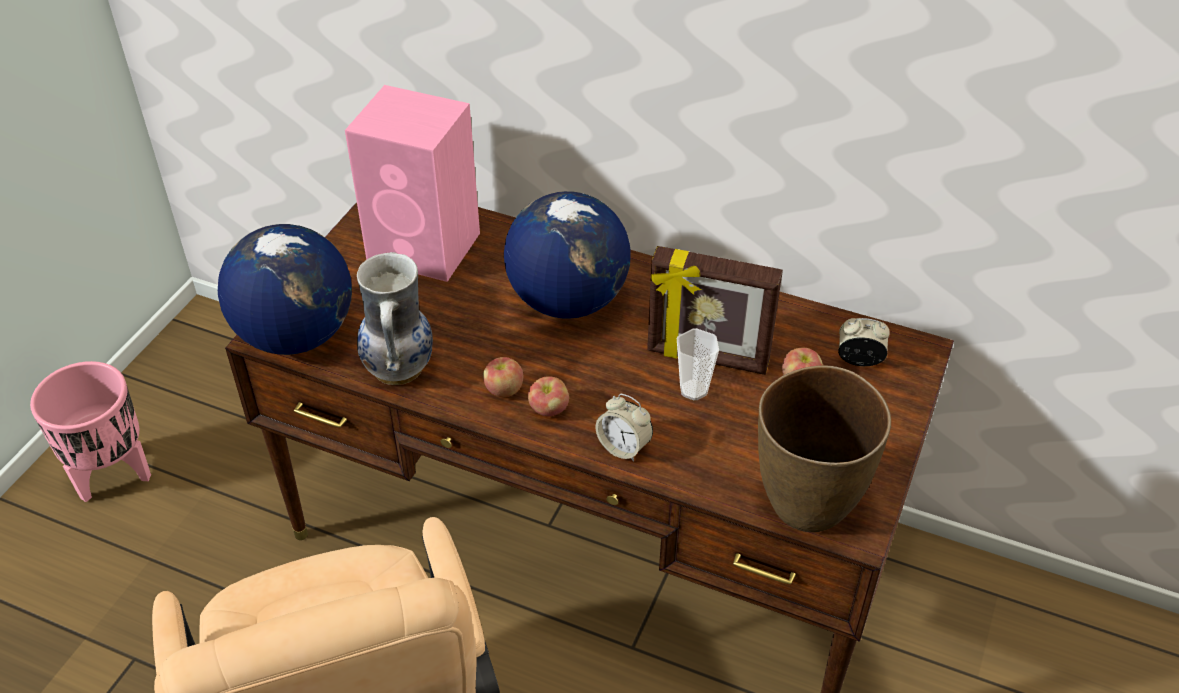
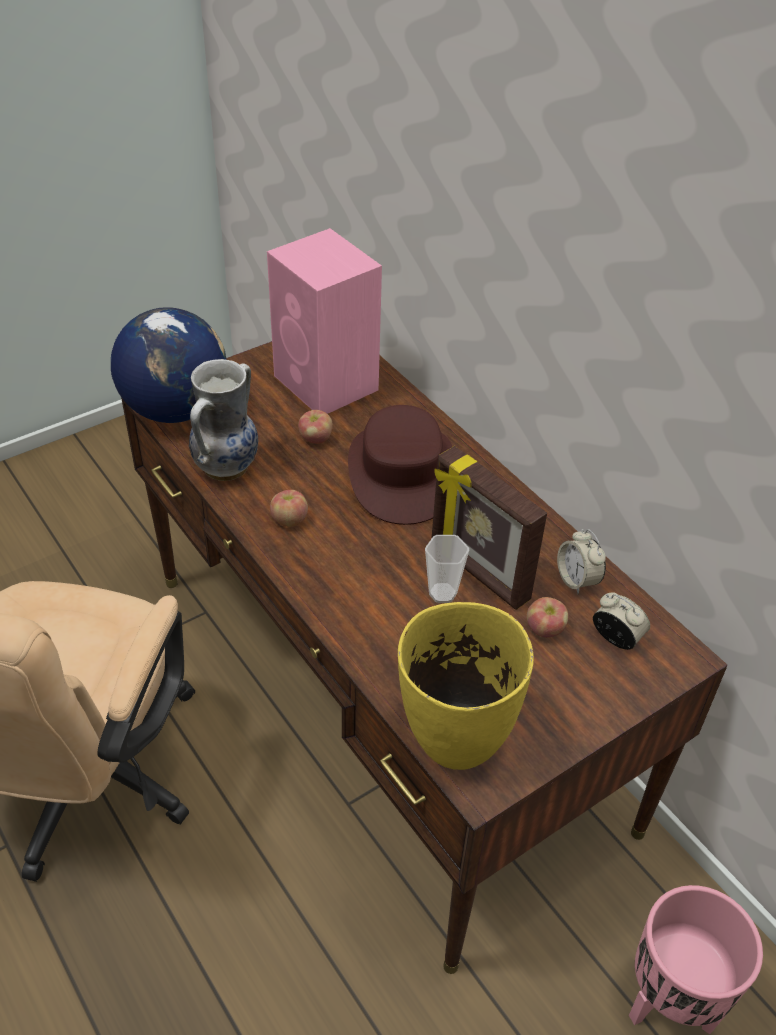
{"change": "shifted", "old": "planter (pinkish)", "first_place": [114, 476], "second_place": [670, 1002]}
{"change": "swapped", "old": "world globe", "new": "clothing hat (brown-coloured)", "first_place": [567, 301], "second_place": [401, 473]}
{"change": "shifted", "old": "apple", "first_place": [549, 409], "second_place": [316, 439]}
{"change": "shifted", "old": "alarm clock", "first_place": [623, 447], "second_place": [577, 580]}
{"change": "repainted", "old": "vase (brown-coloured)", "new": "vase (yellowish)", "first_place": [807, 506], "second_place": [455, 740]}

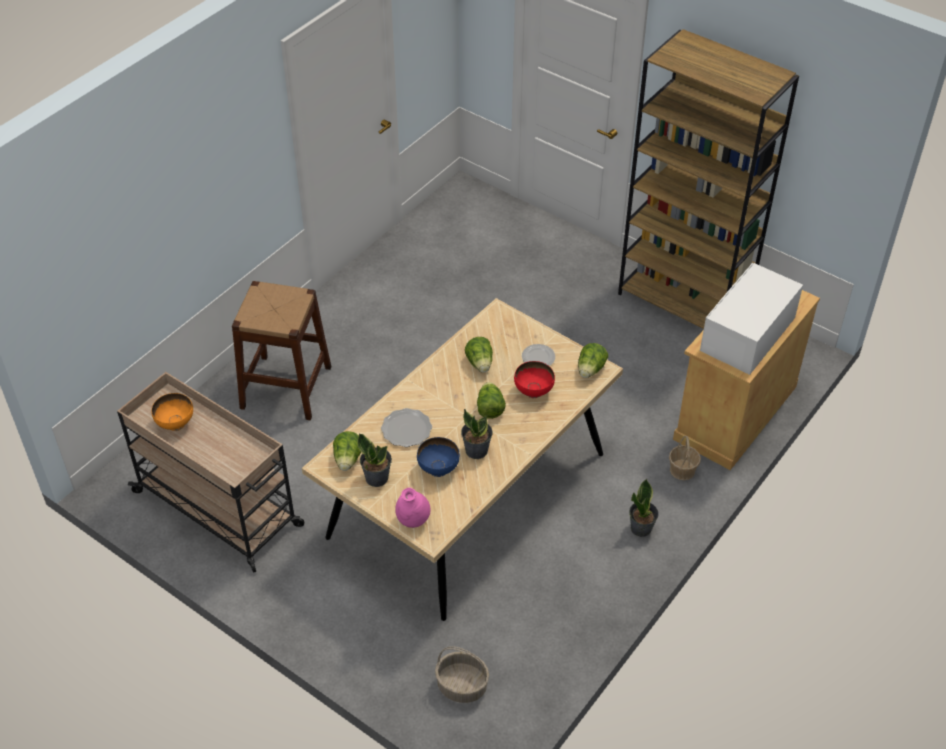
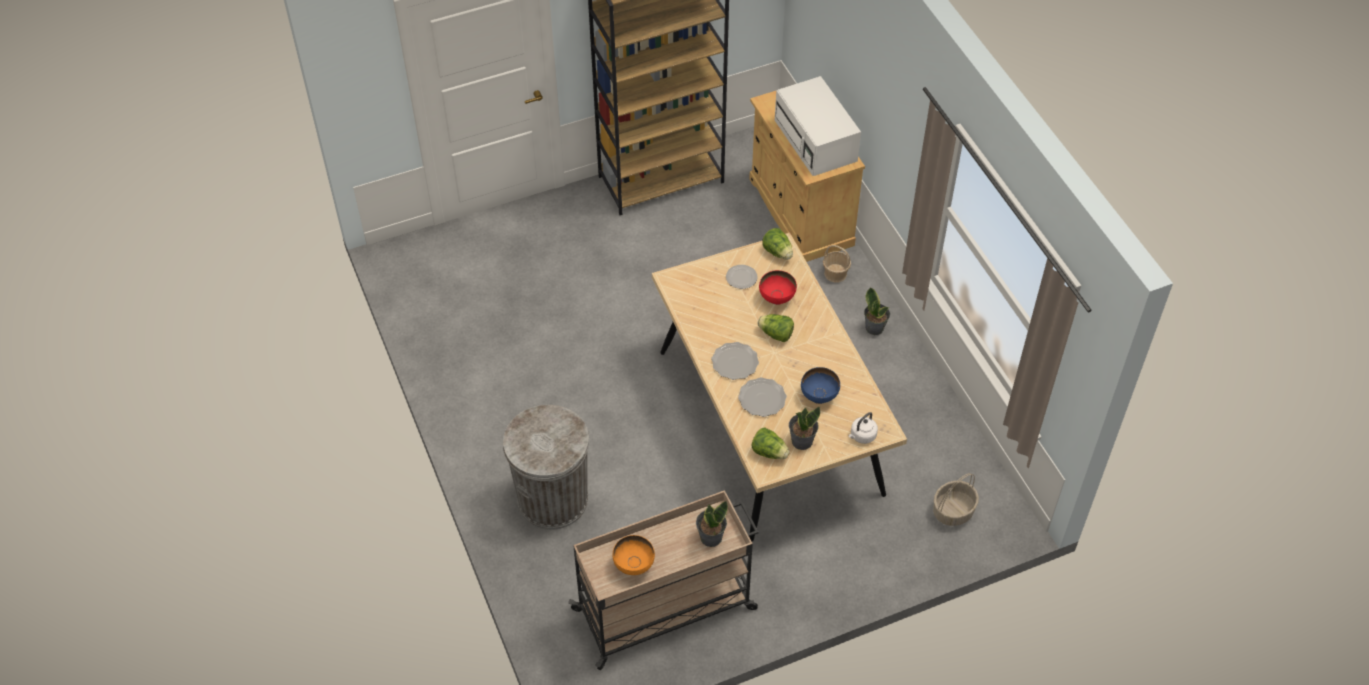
{"change": "swapped", "old": "stool (brown-coloured)", "new": "waste bin (gray)", "first_place": [286, 387], "second_place": [552, 499]}
{"change": "swapped", "old": "vase (pinkish)", "new": "water kettle (white)", "first_place": [413, 520], "second_place": [862, 436]}
{"change": "shifted", "old": "potted plant", "first_place": [476, 450], "second_place": [710, 537]}
{"change": "gone", "old": "lettuce head", "first_place": [480, 363]}
{"change": "new", "new": "plate", "second_place": [735, 362]}

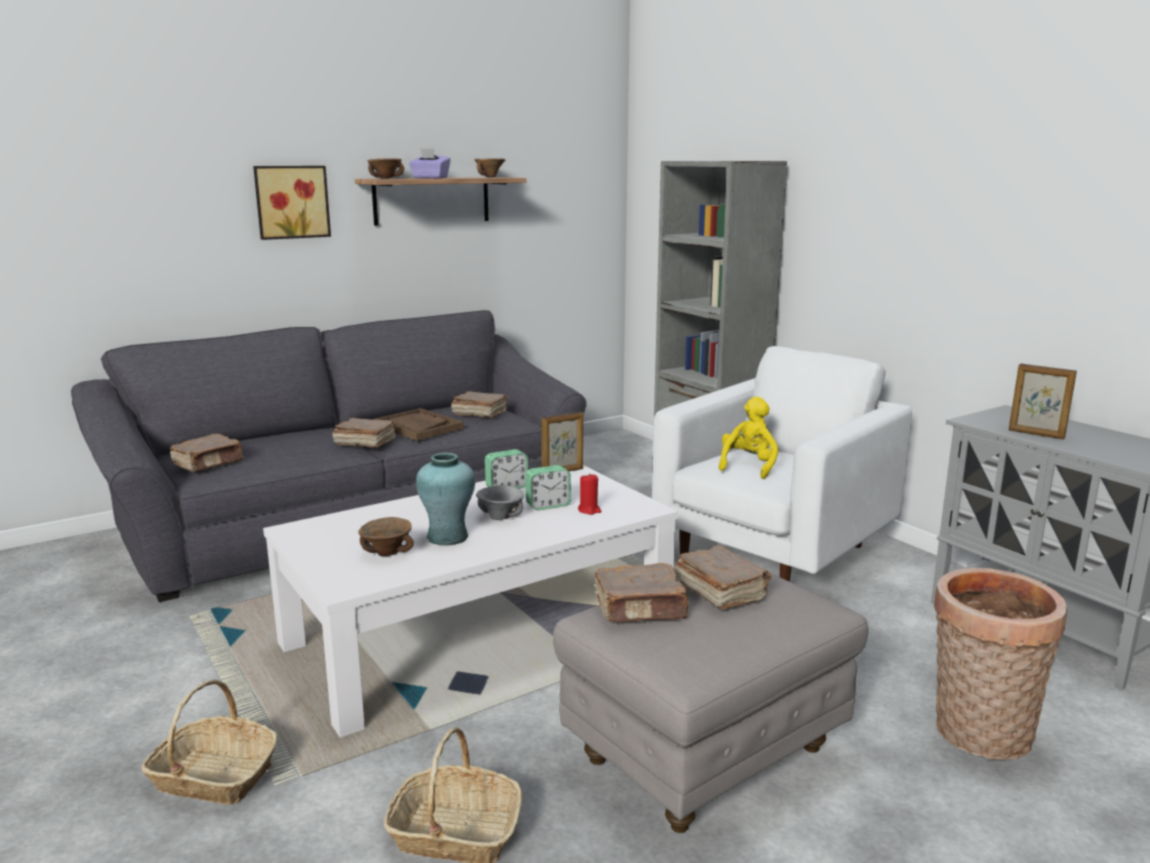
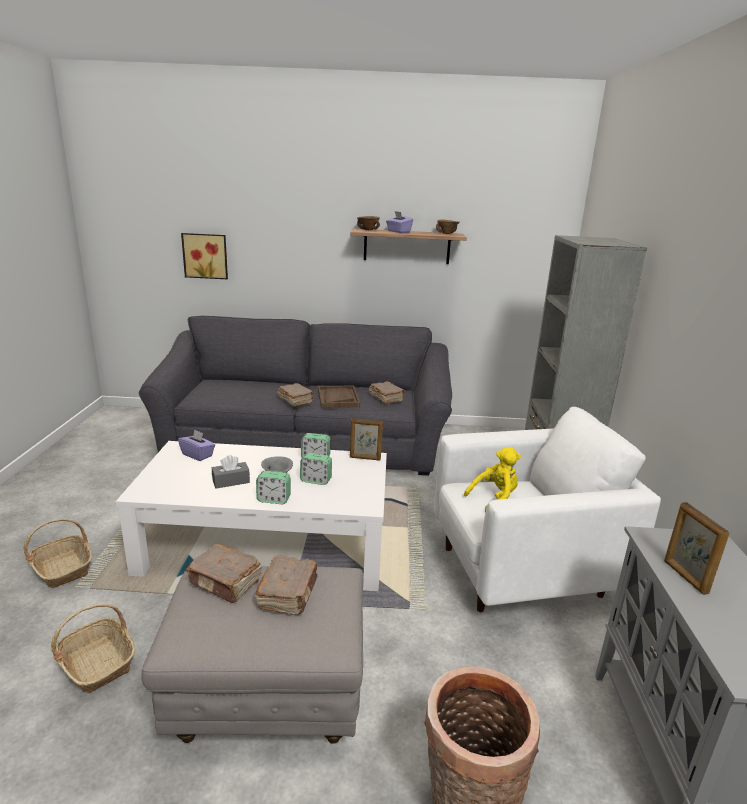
{"change": "gone", "old": "bound book (brown-coloured)", "first_place": [209, 464]}
{"change": "shifted", "old": "picture", "first_place": [291, 202], "second_place": [205, 255]}
{"change": "gone", "old": "deep dish (brown-coloured)", "first_place": [388, 553]}
{"change": "swapped", "old": "vase (turquoise)", "new": "tissue holder (gray)", "first_place": [447, 537], "second_place": [231, 481]}
{"change": "gone", "old": "candle (red-coloured)", "first_place": [589, 510]}
{"change": "new", "new": "tissue holder (purple-coloured)", "second_place": [197, 455]}
{"change": "new", "new": "alarm clock", "second_place": [273, 499]}

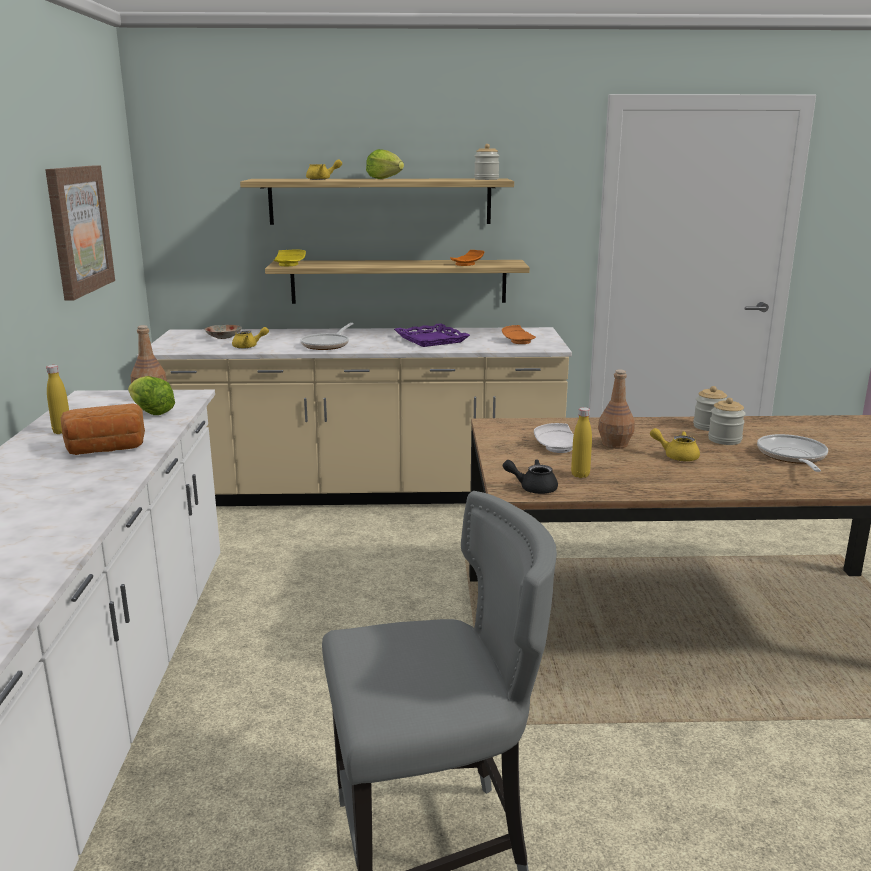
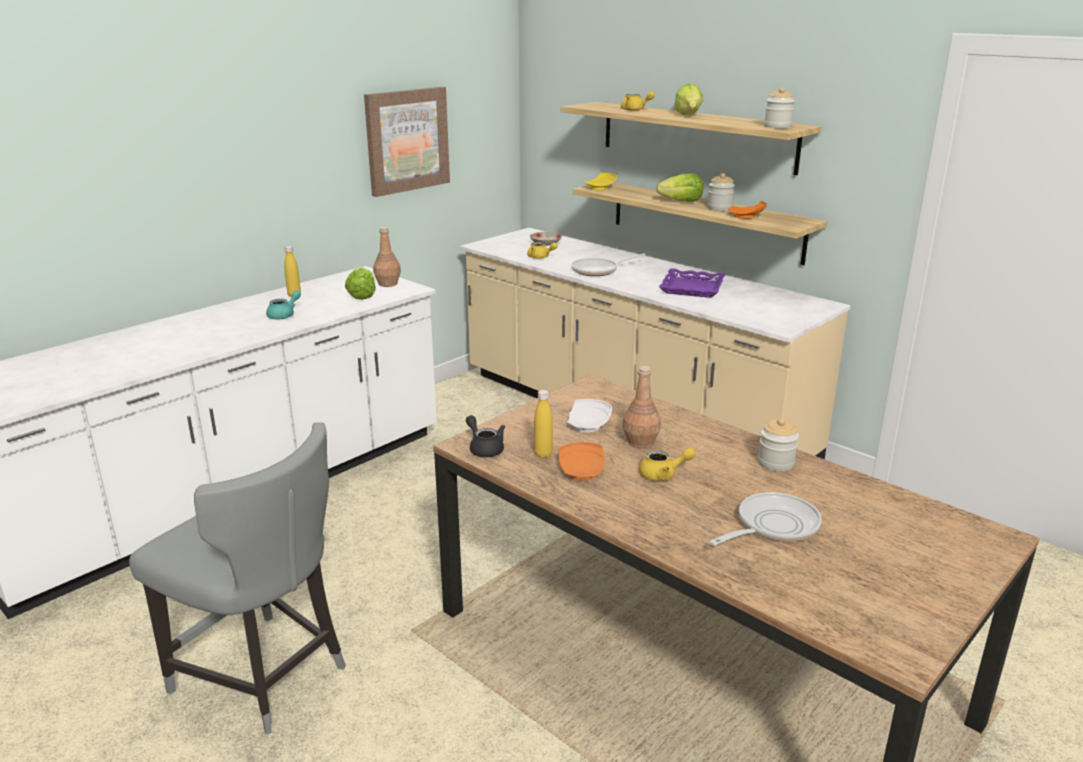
{"change": "swapped", "old": "baked bread", "new": "pot for tea (turquoise)", "first_place": [106, 449], "second_place": [284, 315]}
{"change": "shifted", "old": "plate (orange-coloured)", "first_place": [518, 341], "second_place": [582, 471]}
{"change": "rotated", "old": "pot for tea (yellowish)", "first_place": [676, 456], "second_place": [663, 475], "degrees": 105}
{"change": "shifted", "old": "storage jar", "first_place": [724, 440], "second_place": [720, 208]}
{"change": "new", "new": "lettuce head", "second_place": [681, 202]}

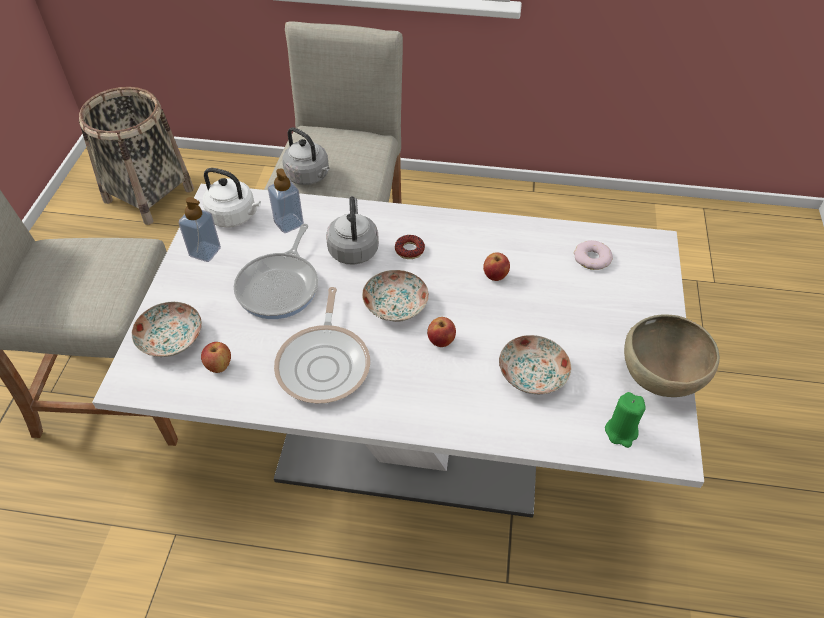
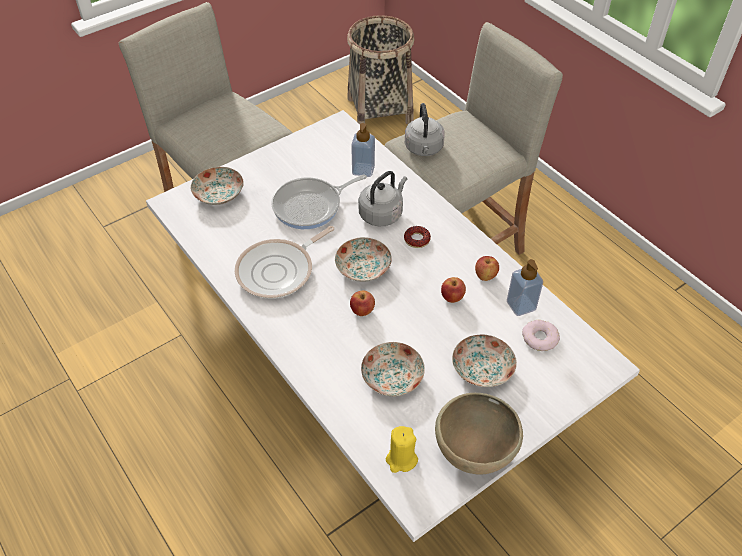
{"change": "shifted", "old": "soap bottle", "first_place": [205, 252], "second_place": [521, 305]}
{"change": "shifted", "old": "apple", "first_place": [219, 366], "second_place": [485, 276]}
{"change": "gone", "old": "water kettle (white)", "first_place": [234, 216]}
{"change": "repainted", "old": "candle (greenish)", "new": "candle (yellowish)", "first_place": [621, 432], "second_place": [401, 459]}
{"change": "new", "new": "plate", "second_place": [483, 368]}

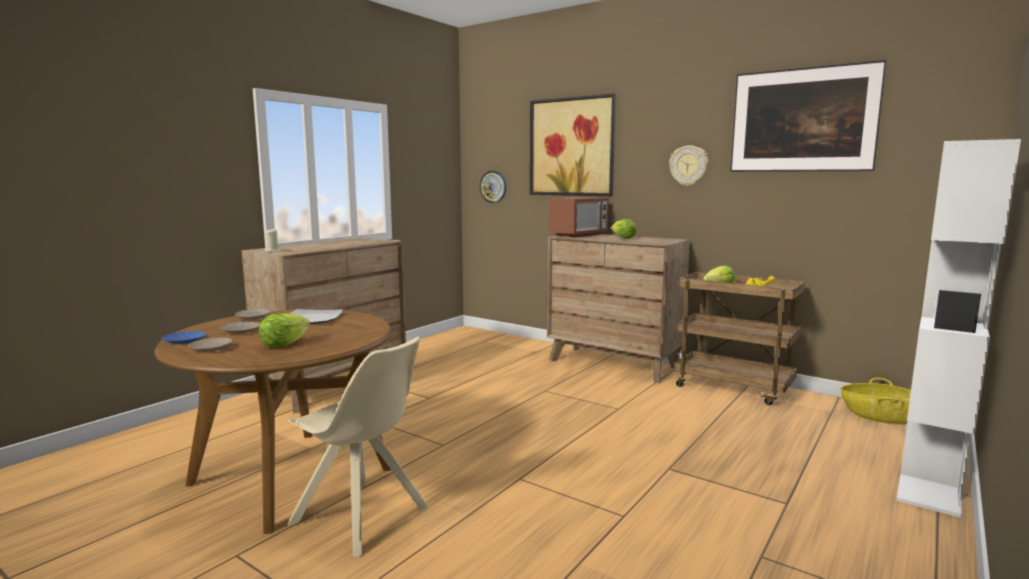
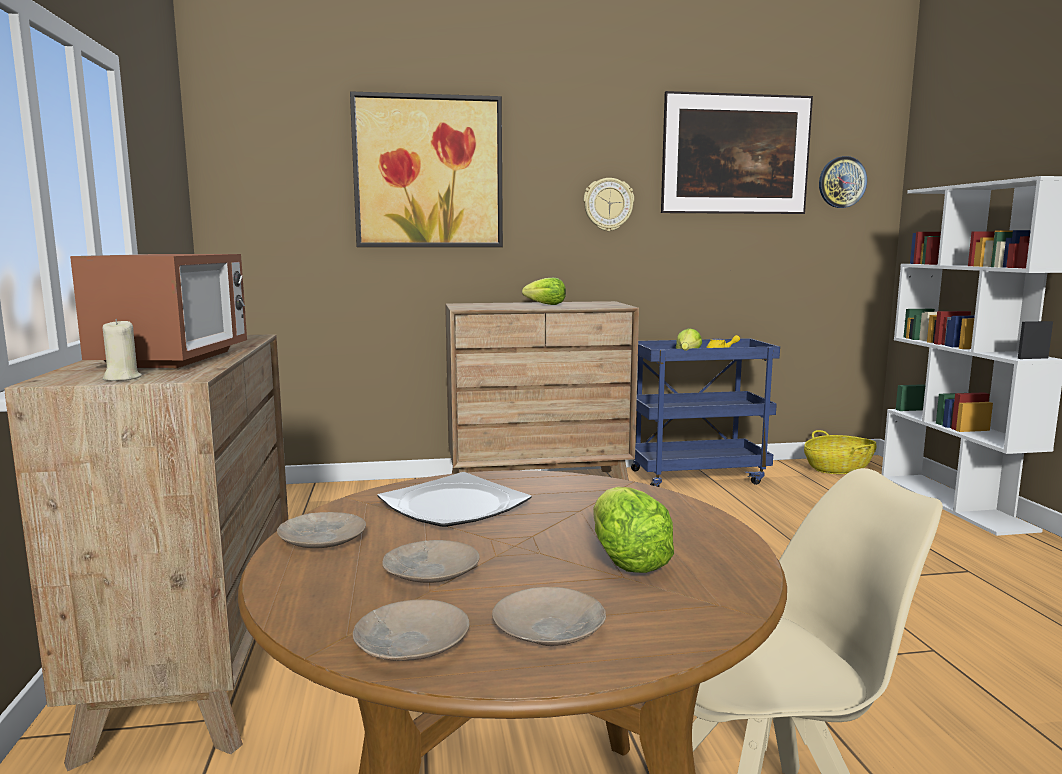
{"change": "repainted", "old": "plate (blue-coloured)", "new": "plate (sand-coloured)", "first_place": [184, 341], "second_place": [410, 644]}
{"change": "shifted", "old": "wall clock", "first_place": [493, 186], "second_place": [842, 182]}
{"change": "shifted", "old": "kitchen microwave", "first_place": [578, 235], "second_place": [174, 359]}
{"change": "repainted", "old": "trolley (brown-coloured)", "new": "trolley (blue-coloured)", "first_place": [734, 388], "second_place": [698, 476]}

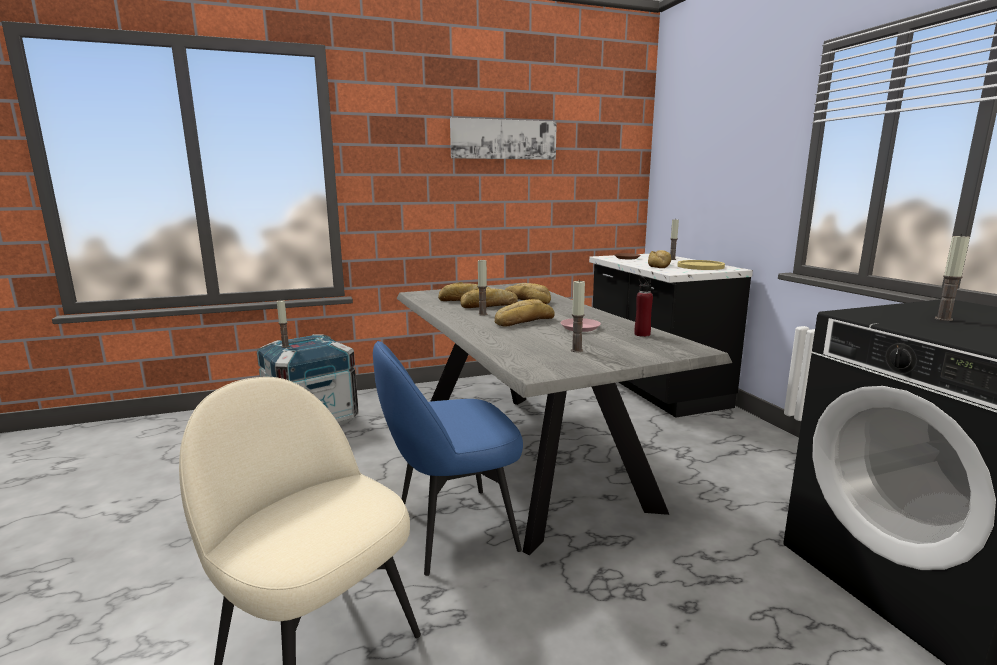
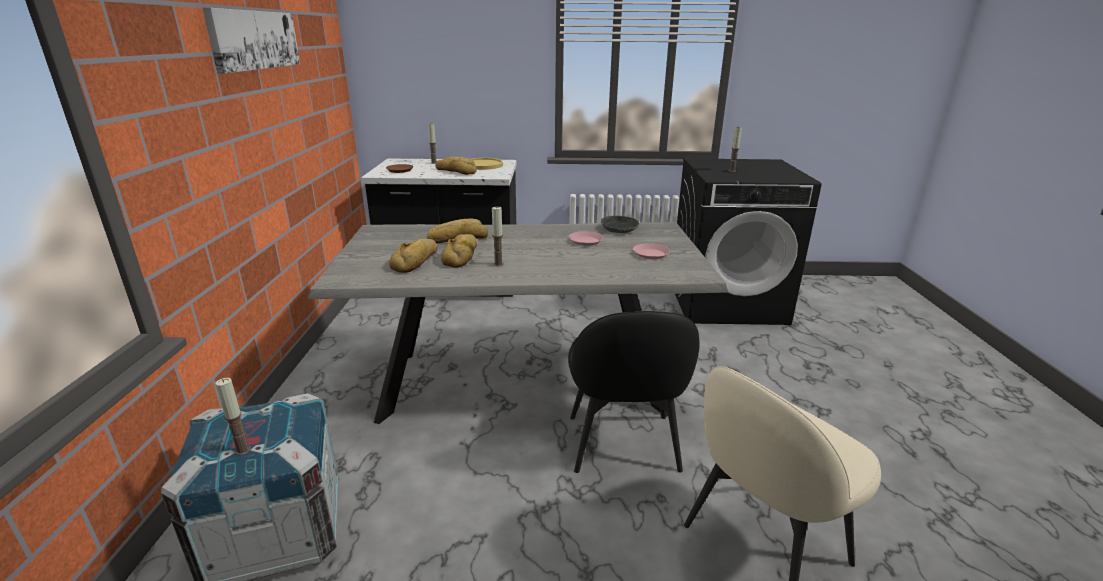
{"change": "repainted", "old": "plain chair (blue-coloured)", "new": "plain chair (black-coloured)", "first_place": [452, 529], "second_place": [623, 445]}
{"change": "gone", "old": "baked bread", "first_place": [523, 321]}
{"change": "swapped", "old": "candle", "new": "plate (pinkish)", "first_place": [576, 350], "second_place": [650, 254]}
{"change": "swapped", "old": "drink bottle (red-coloured)", "new": "deep dish (gray)", "first_place": [642, 334], "second_place": [619, 229]}

